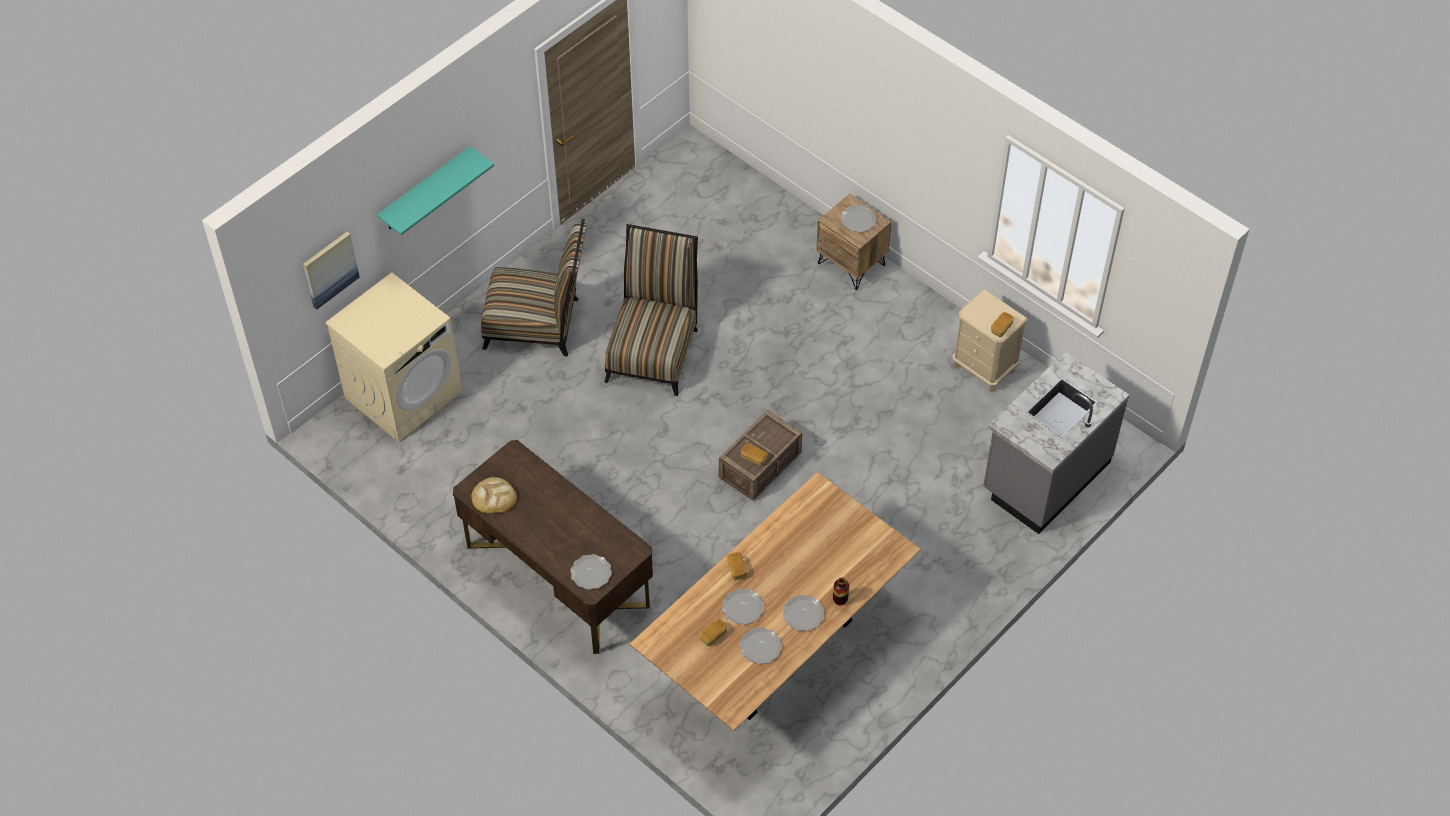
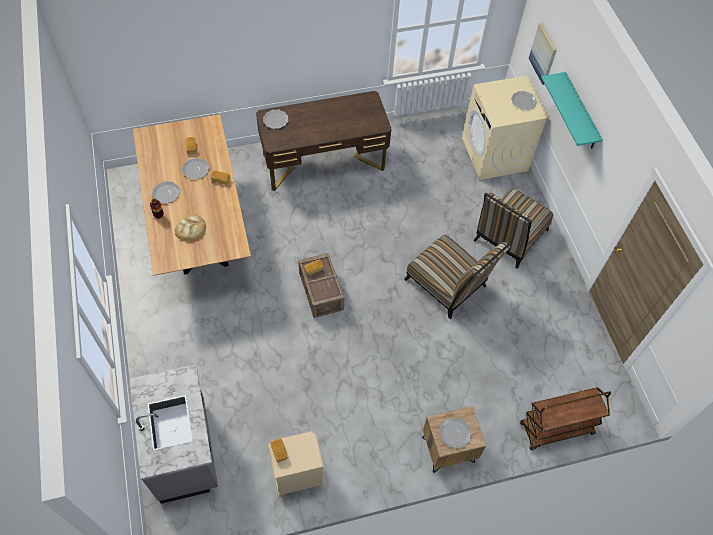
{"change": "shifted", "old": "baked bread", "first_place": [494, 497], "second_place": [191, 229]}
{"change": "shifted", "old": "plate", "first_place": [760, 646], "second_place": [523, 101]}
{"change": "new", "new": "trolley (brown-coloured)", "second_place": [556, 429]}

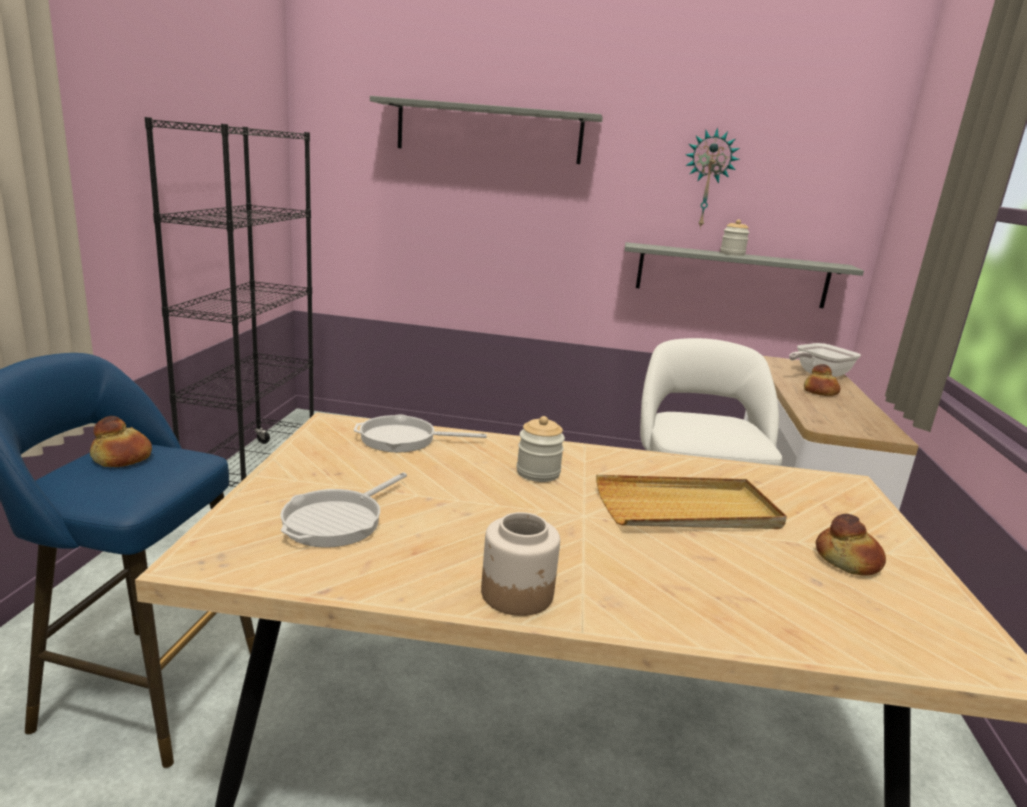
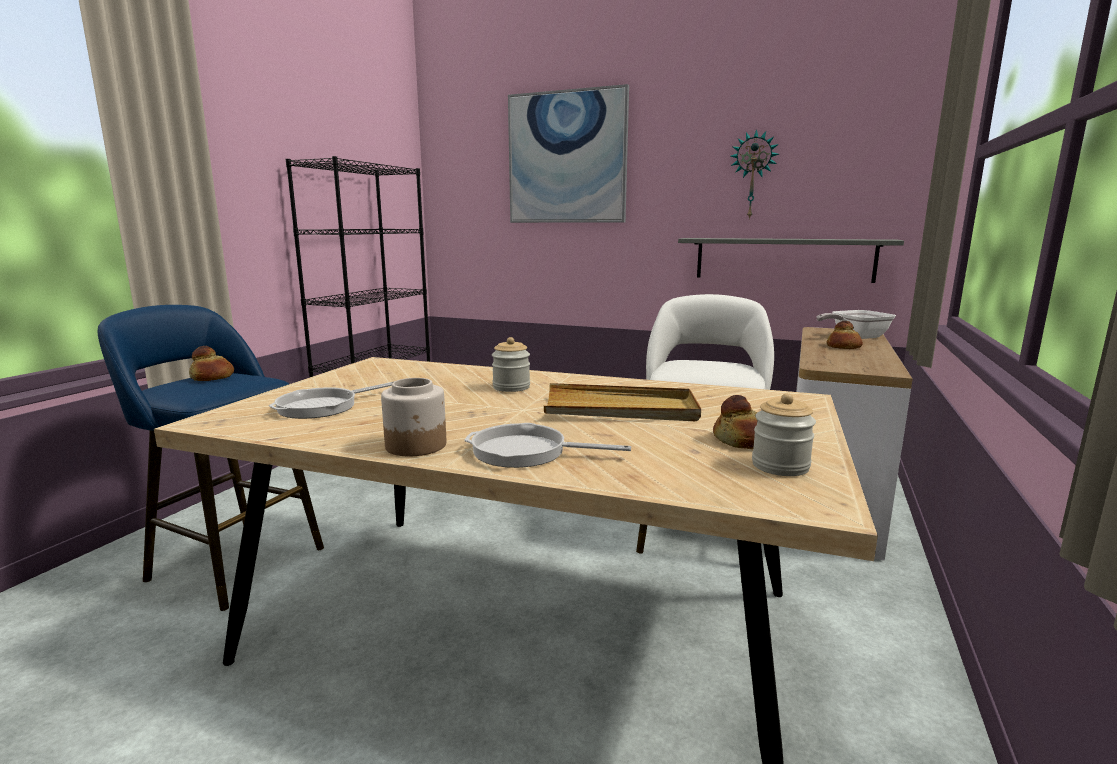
{"change": "shifted", "old": "pan", "first_place": [403, 439], "second_place": [526, 452]}
{"change": "swapped", "old": "wall shelf (gray)", "new": "picture", "first_place": [489, 132], "second_place": [567, 158]}
{"change": "shifted", "old": "storage jar", "first_place": [732, 254], "second_place": [780, 466]}

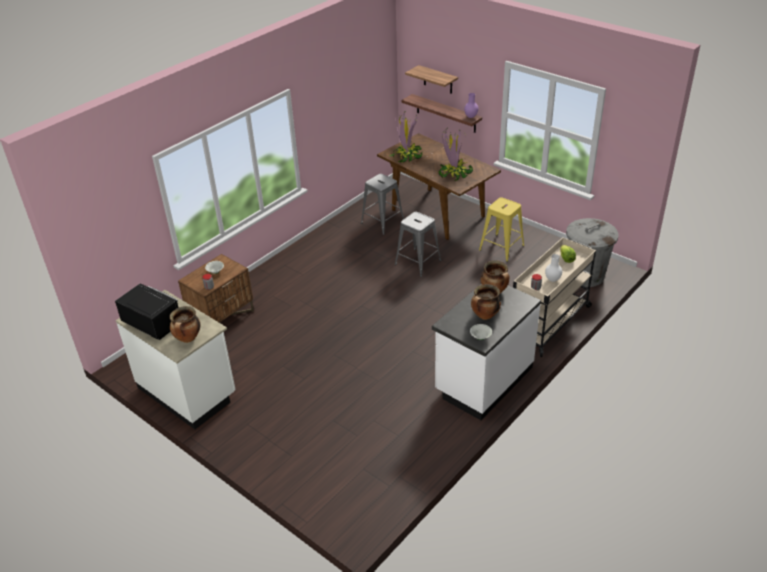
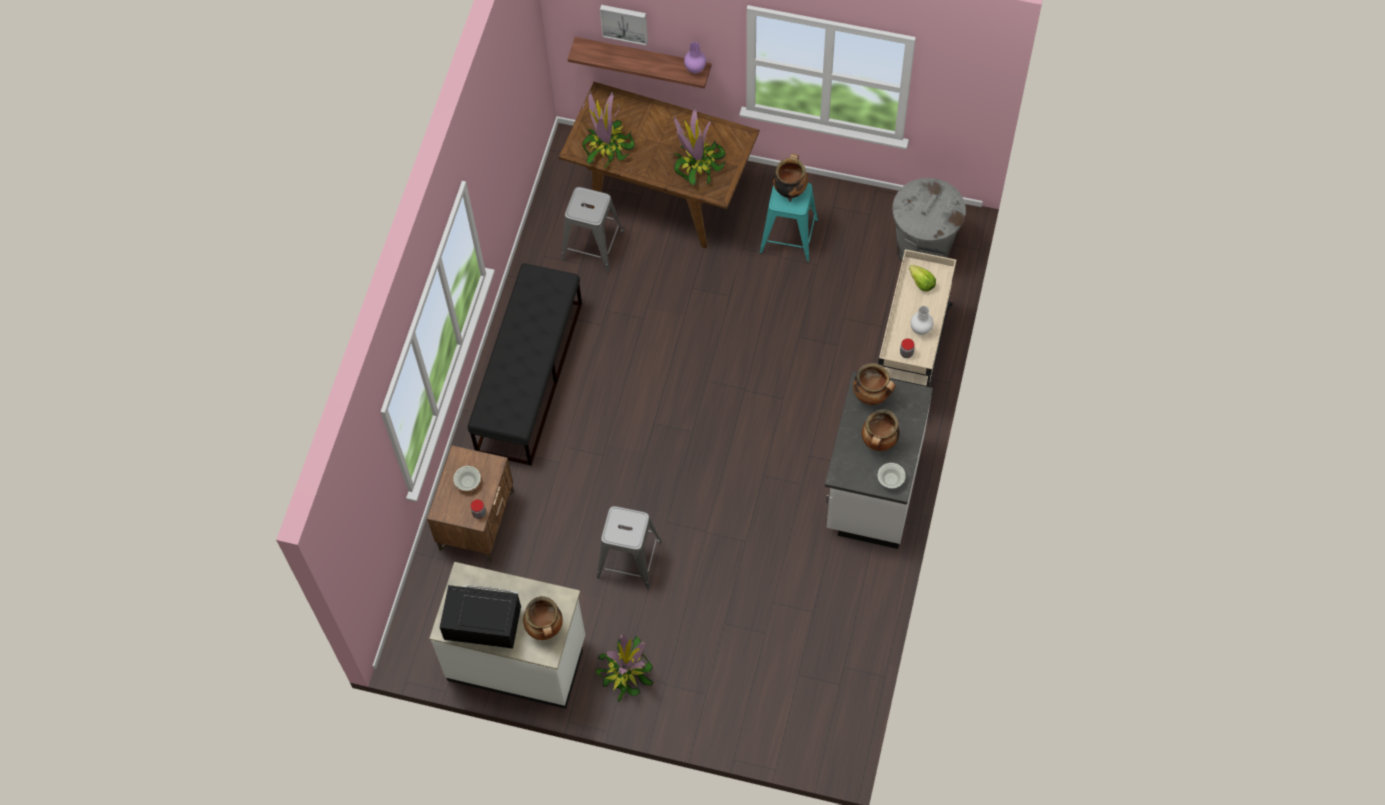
{"change": "shifted", "old": "stool (gray)", "first_place": [417, 262], "second_place": [629, 559]}
{"change": "swapped", "old": "wall shelf", "new": "picture", "first_place": [438, 80], "second_place": [624, 23]}
{"change": "repainted", "old": "stool (yellowish)", "new": "stool (turquoise)", "first_place": [501, 248], "second_place": [788, 236]}
{"change": "new", "new": "indoor bench (black-coloured)", "second_place": [529, 376]}
{"change": "new", "new": "potted plant", "second_place": [626, 672]}
{"change": "new", "new": "stockpot", "second_place": [789, 189]}

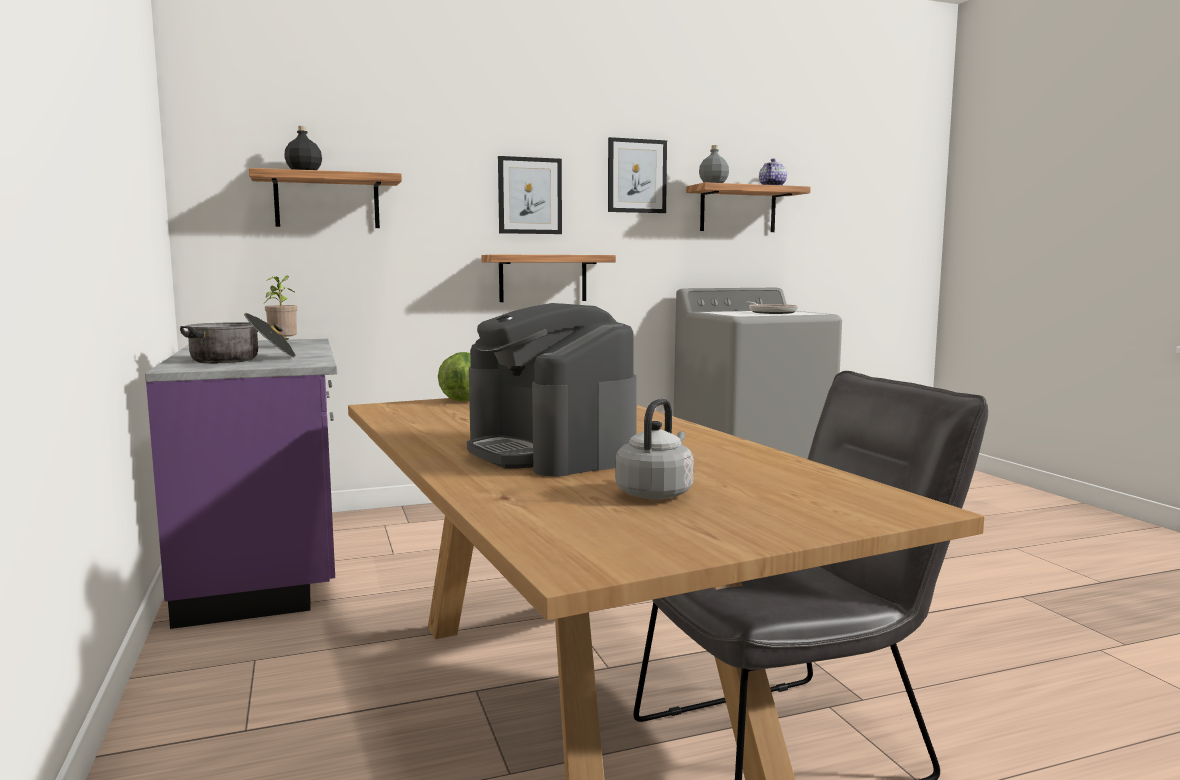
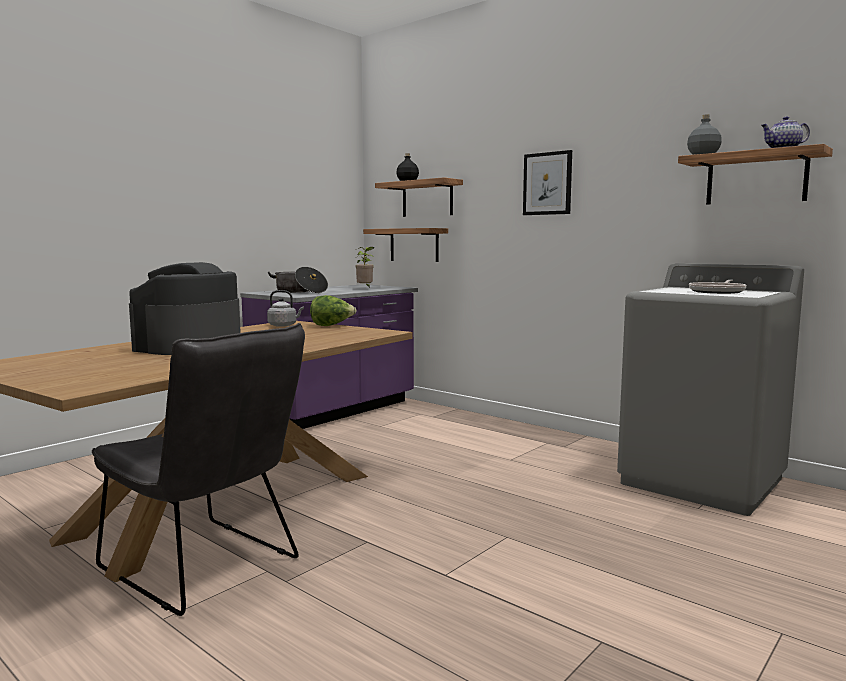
{"change": "shifted", "old": "wall shelf", "first_place": [543, 278], "second_place": [414, 245]}
{"change": "gone", "old": "picture", "first_place": [636, 176]}
{"change": "shifted", "old": "water kettle (gray)", "first_place": [656, 493], "second_place": [284, 325]}

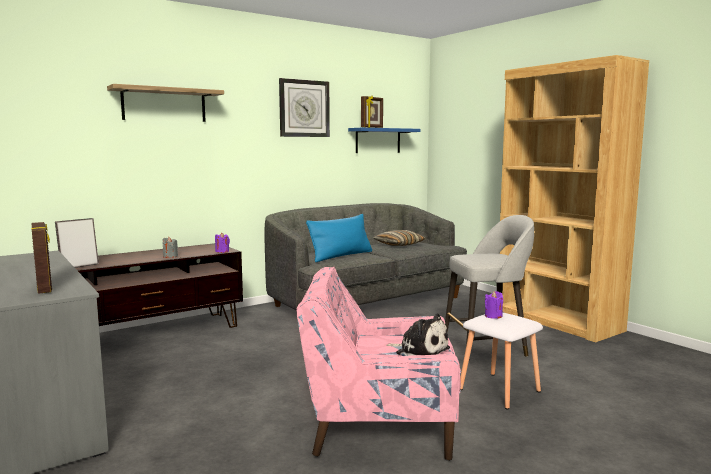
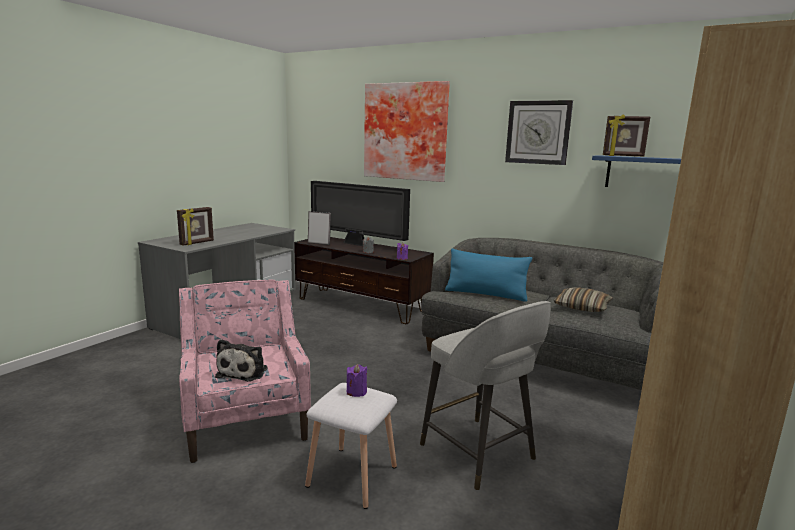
{"change": "swapped", "old": "wall shelf", "new": "picture", "first_place": [164, 105], "second_place": [406, 132]}
{"change": "new", "new": "television", "second_place": [356, 244]}

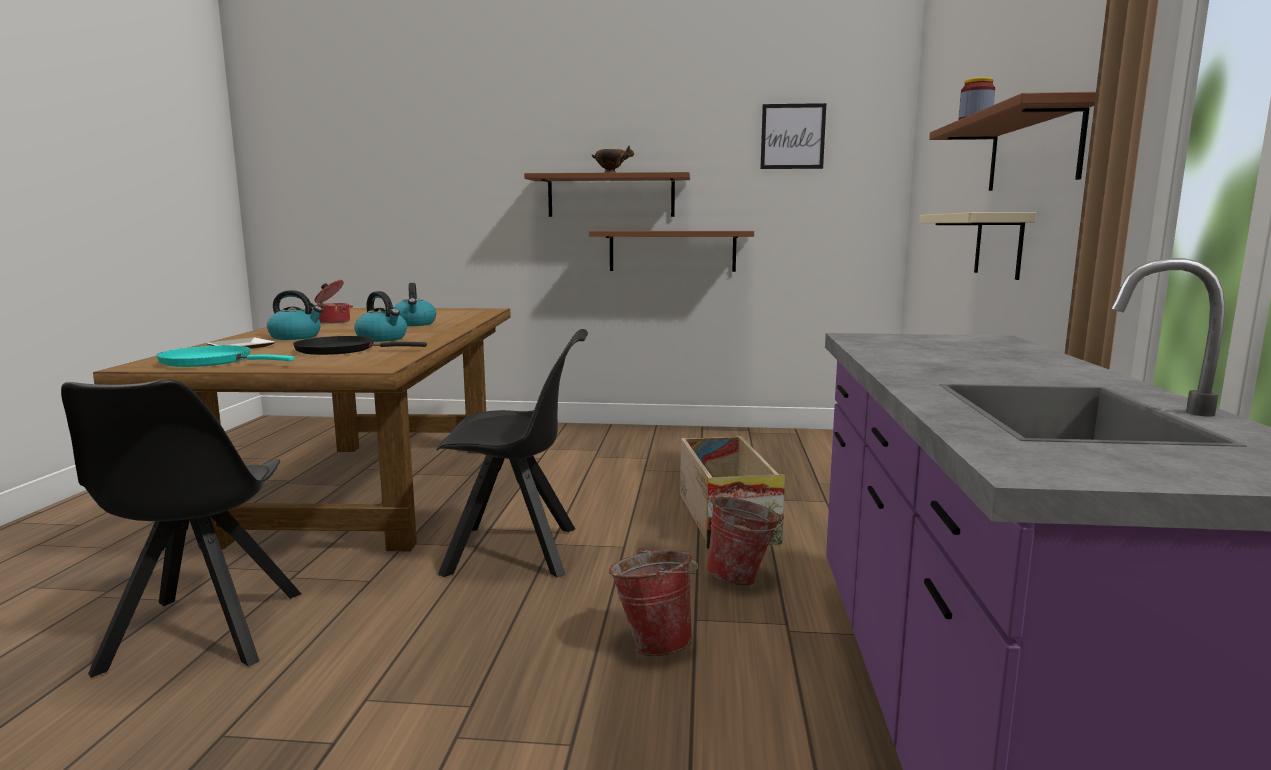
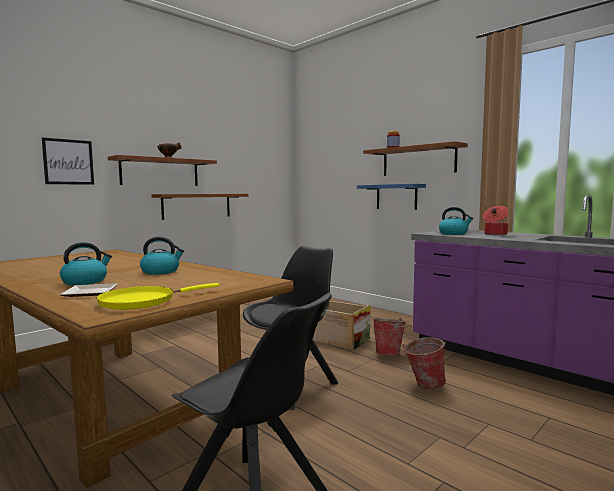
{"change": "repainted", "old": "pan (turquoise)", "new": "pan (yellowish)", "first_place": [212, 362], "second_place": [142, 301]}
{"change": "gone", "old": "pan (black-coloured)", "first_place": [341, 350]}
{"change": "shifted", "old": "stockpot", "first_place": [333, 321], "second_place": [495, 234]}
{"change": "shifted", "old": "water kettle", "first_place": [414, 324], "second_place": [454, 233]}
{"change": "shifted", "old": "picture", "first_place": [792, 136], "second_place": [68, 162]}
{"change": "repainted", "old": "wall shelf (sand-coloured)", "new": "wall shelf (blue-coloured)", "first_place": [998, 245], "second_place": [396, 197]}

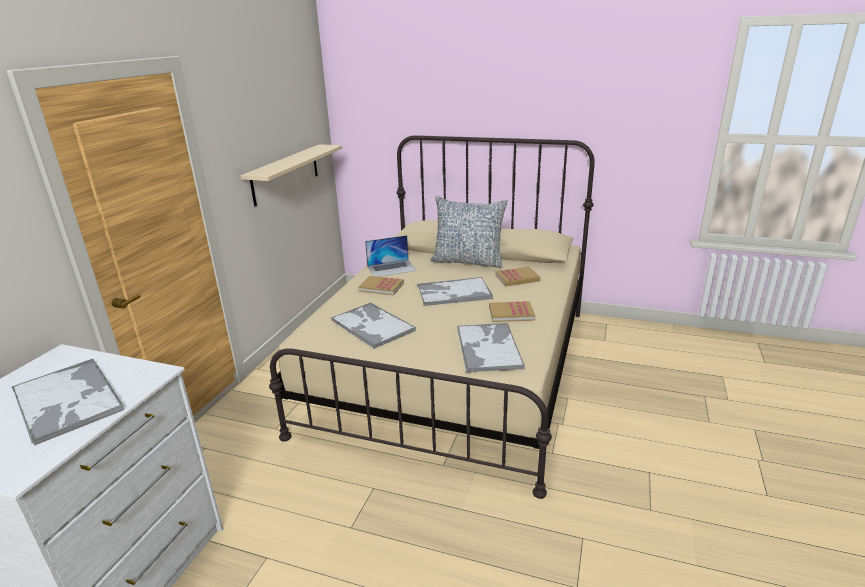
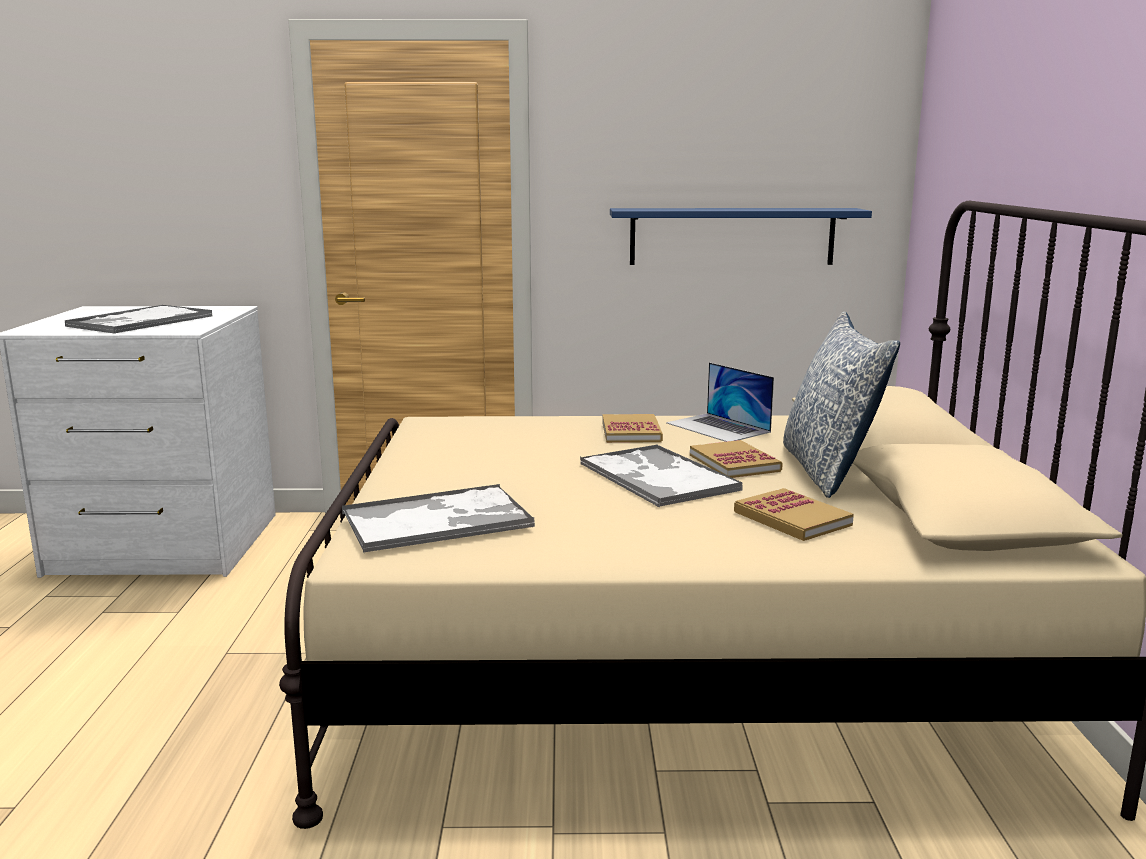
{"change": "repainted", "old": "wall shelf (sand-coloured)", "new": "wall shelf (blue-coloured)", "first_place": [286, 174], "second_place": [732, 236]}
{"change": "gone", "old": "serving tray", "first_place": [372, 325]}
{"change": "shifted", "old": "bound book", "first_place": [511, 313], "second_place": [734, 463]}

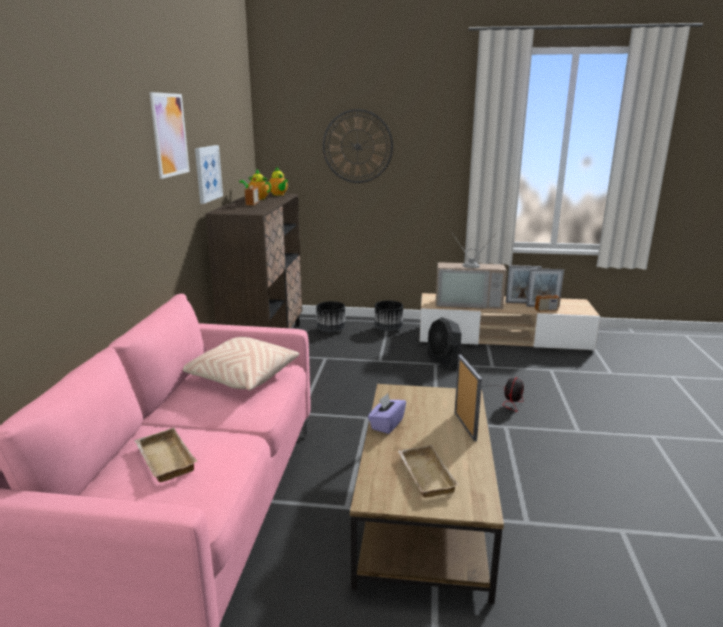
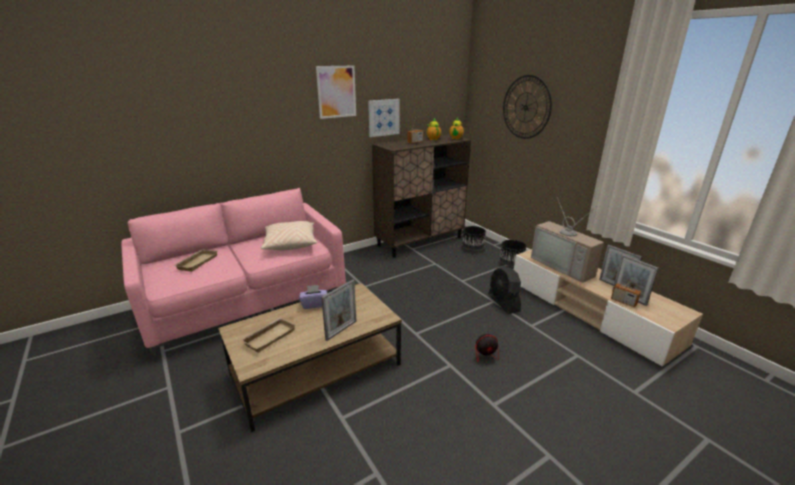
{"change": "rotated", "old": "fan (black-coloured)", "first_place": [444, 361], "second_place": [503, 303], "degrees": -45}

